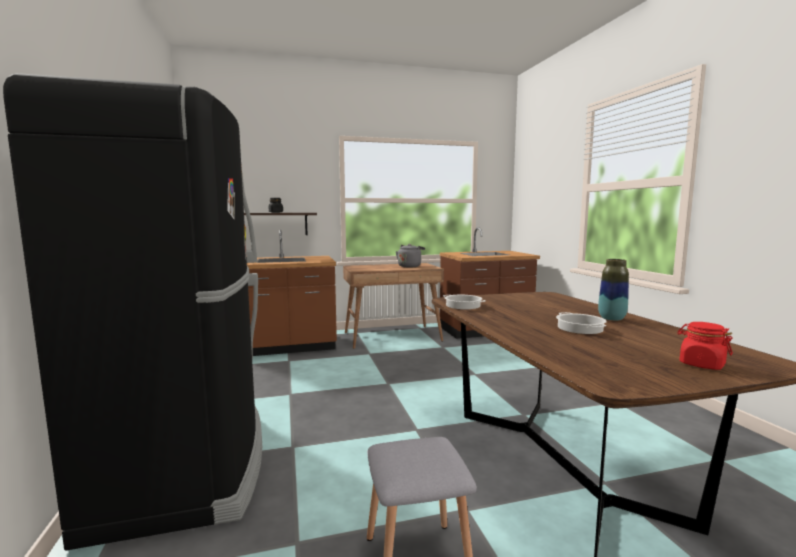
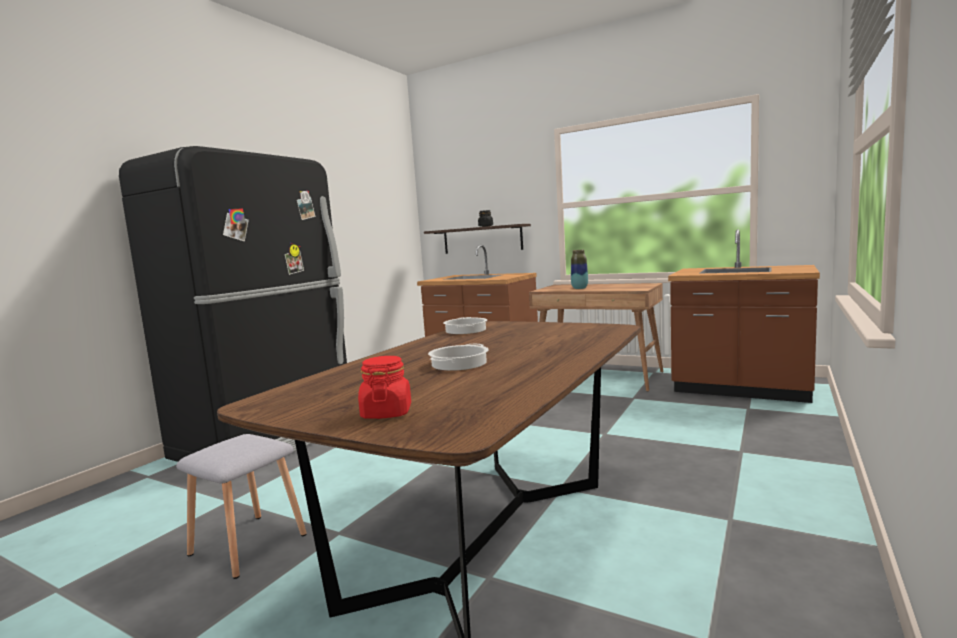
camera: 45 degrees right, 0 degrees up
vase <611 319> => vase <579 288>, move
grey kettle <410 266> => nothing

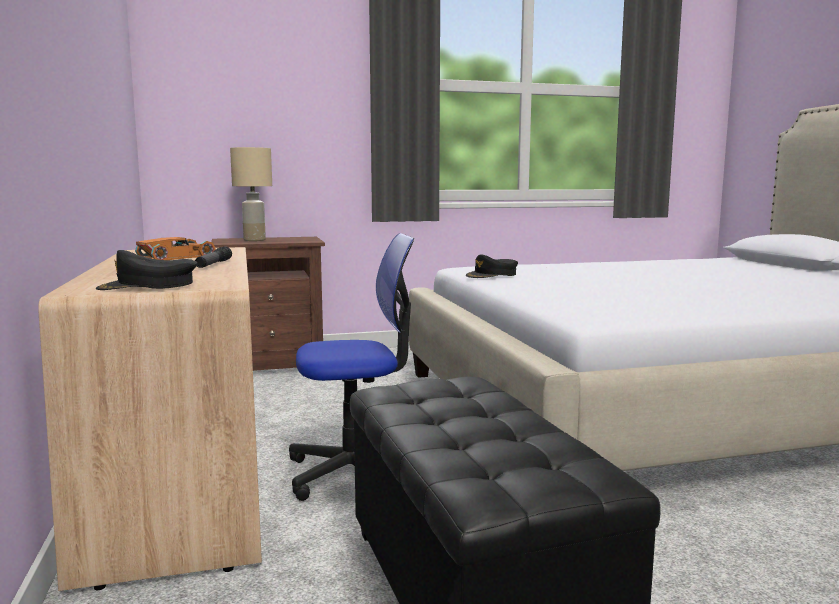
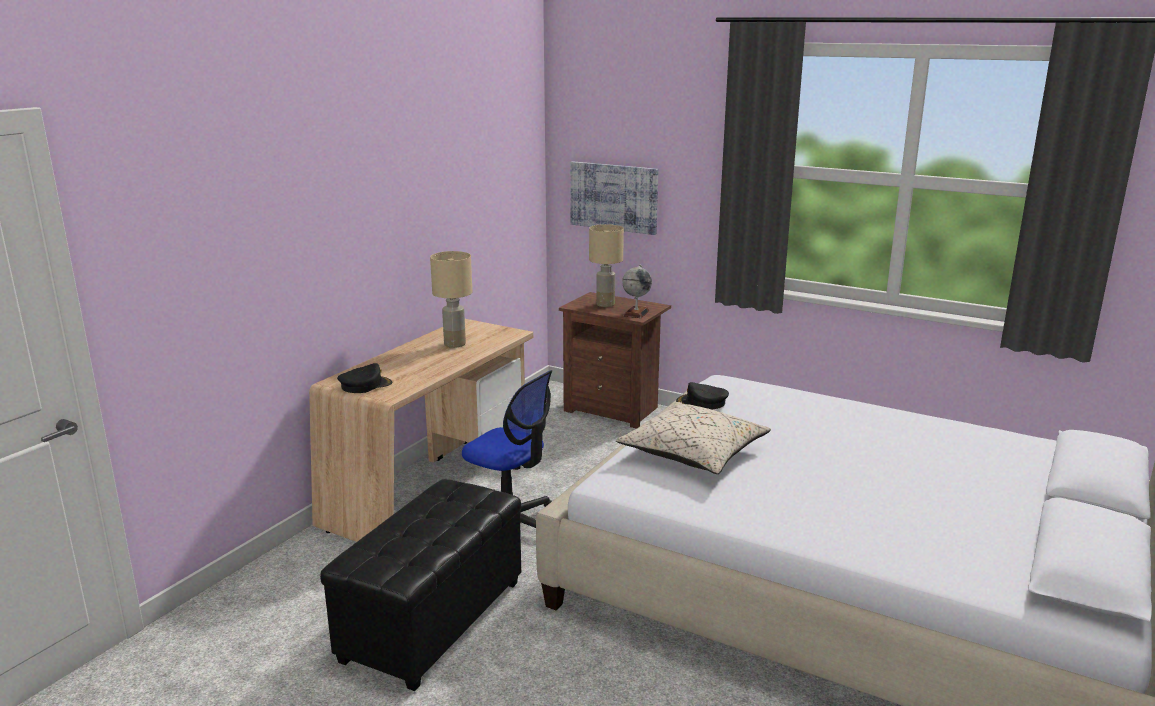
camera: 45 degrees right, 10 degrees up
black cap <148 286> => black cap <365 385>, 120 degrees clockwise
orange toy car <178 258> => beige table lamp <455 344>
nothing => picture <614 197>
nothing => beige pillow <694 453>
nothing => globe <636 313>
flashlight <213 264> => nothing

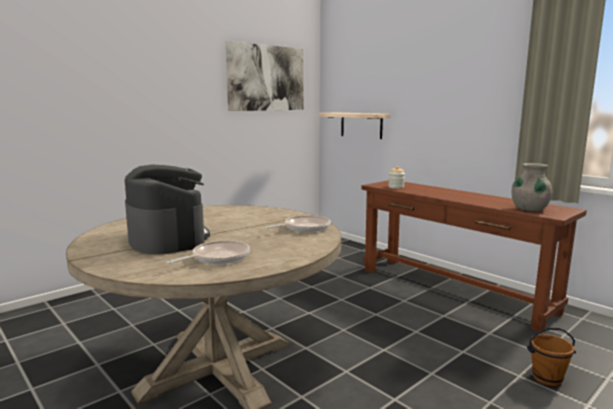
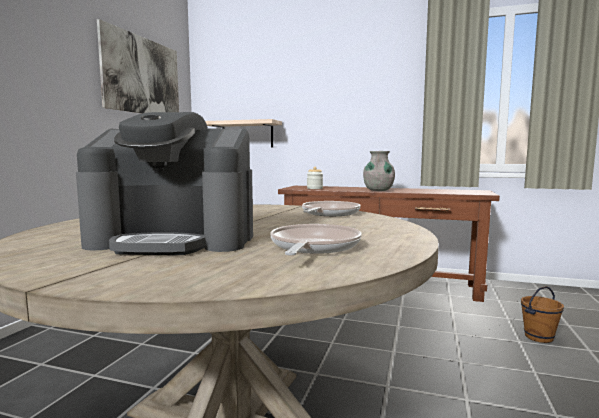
camera: 30 degrees left, 5 degrees down
coffee machine <168 239> => coffee machine <175 239>, 150 degrees clockwise
grey vase <529 209> => grey vase <378 190>, move

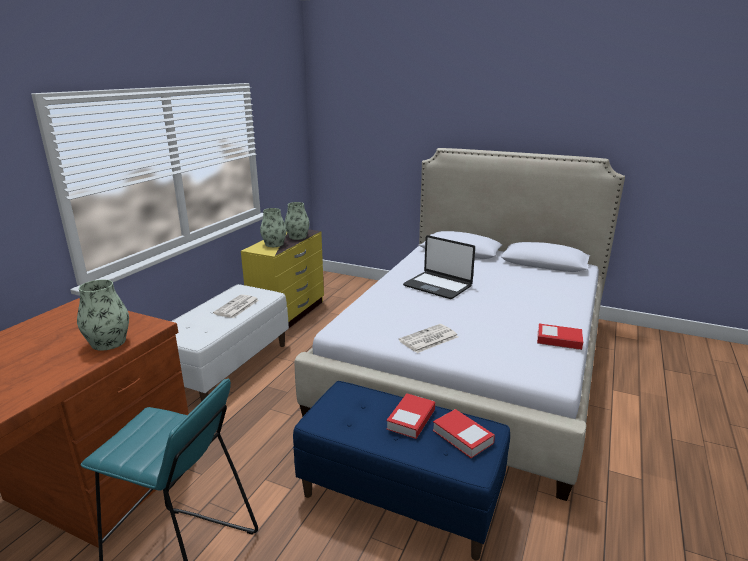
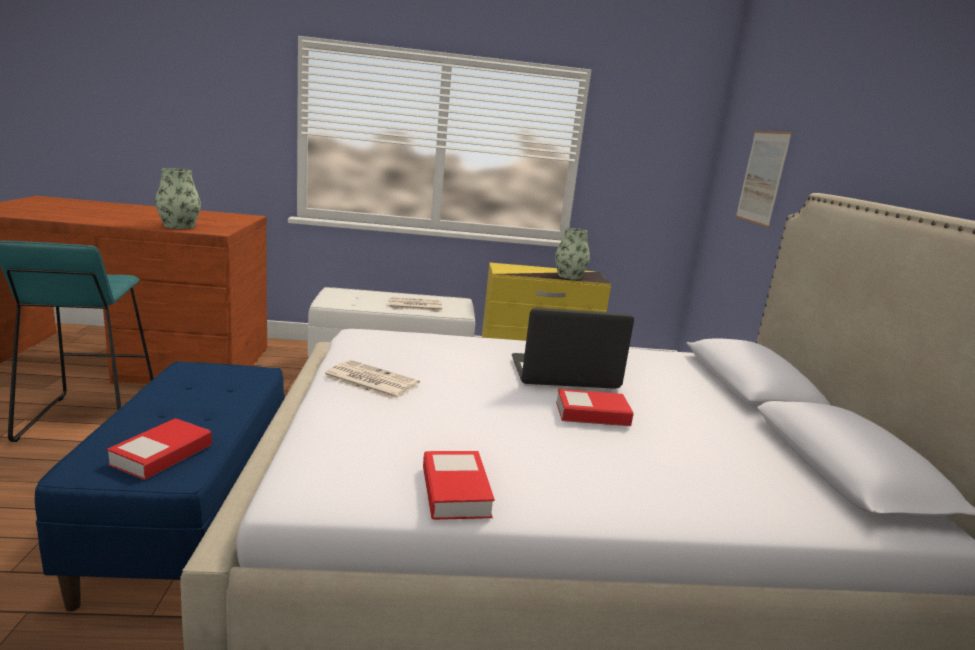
camera: 60 degrees right, 5 degrees down
laptop <438 286> => laptop <564 374>, 75 degrees clockwise
book <411 419> => book <592 414>, move
nothing => picture <762 177>
vase <274 244> => nothing

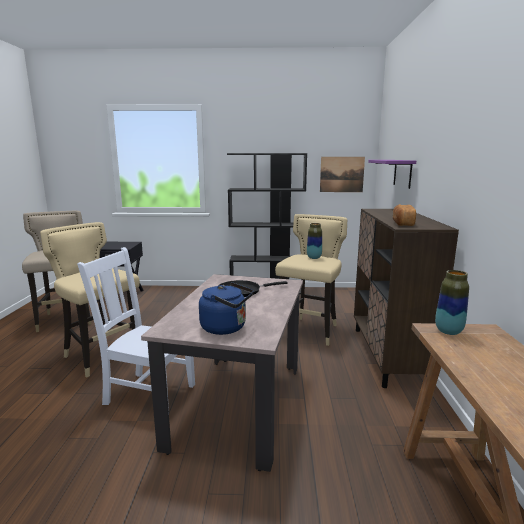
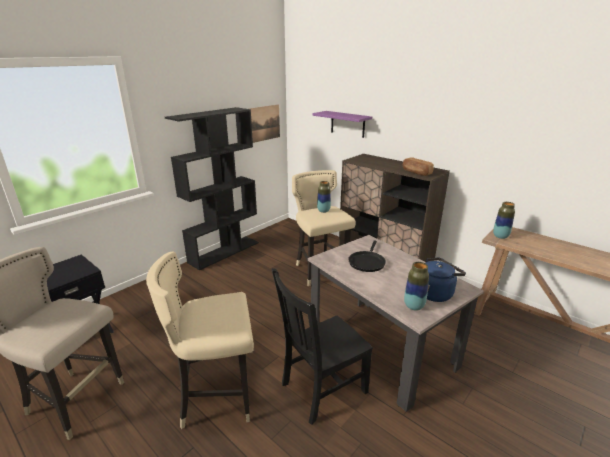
camera: 50 degrees left, 10 degrees up
white chair <147 393> => black chair <321 389>
nothing => vase <414 306>

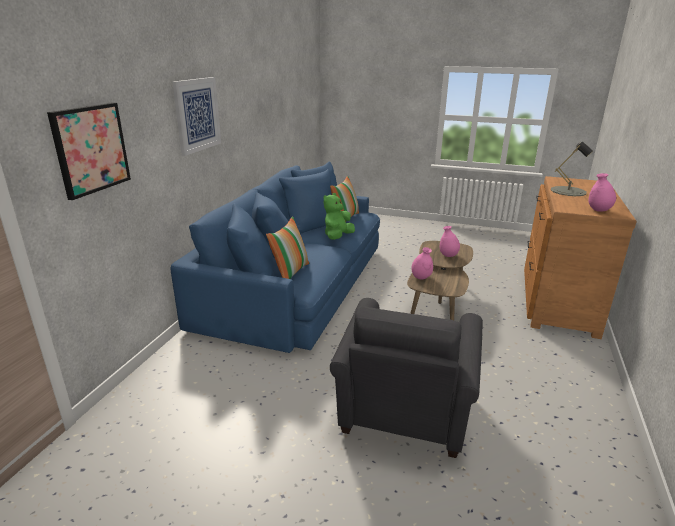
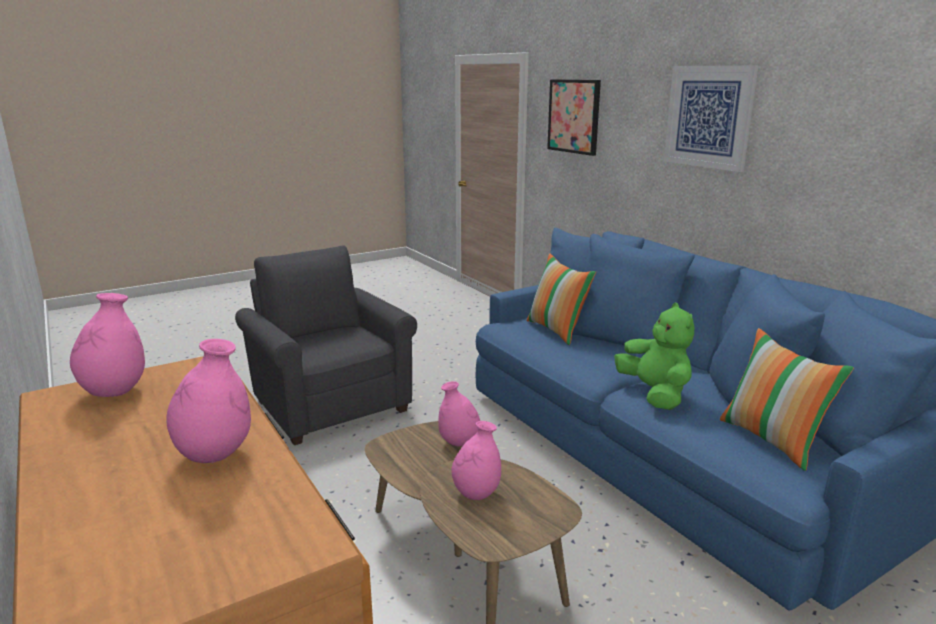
camera: 130 degrees right, 5 degrees down
grey table lamp <568 191> => pink vase <215 454>

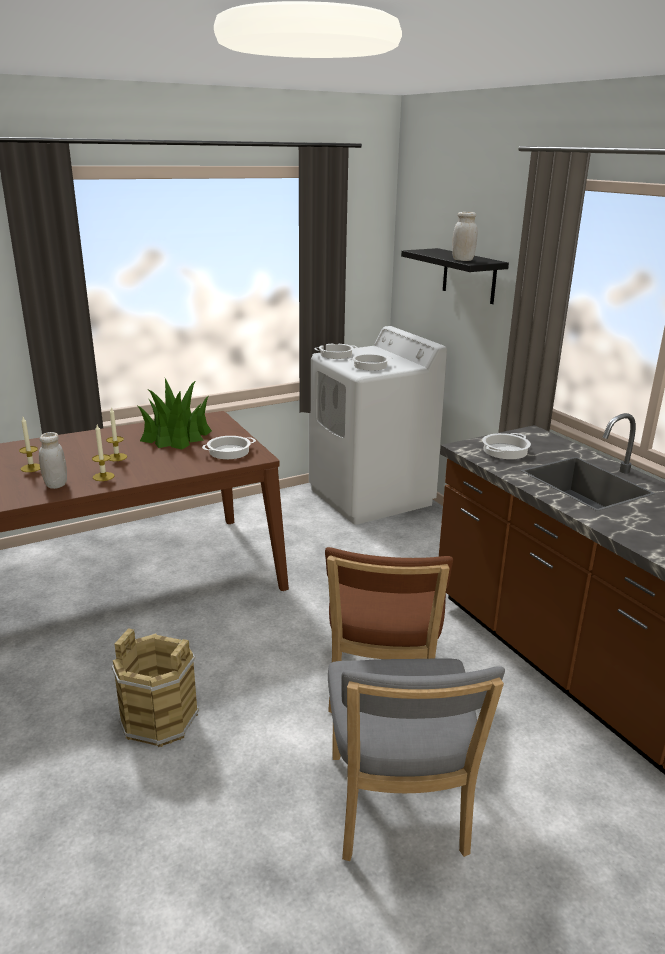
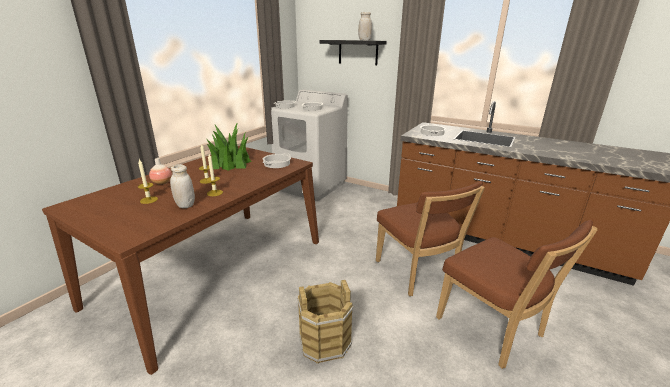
camera: 30 degrees left, 0 degrees up
nothing => vase <162 182>
grey chair <397 810> => brown chair <493 330>

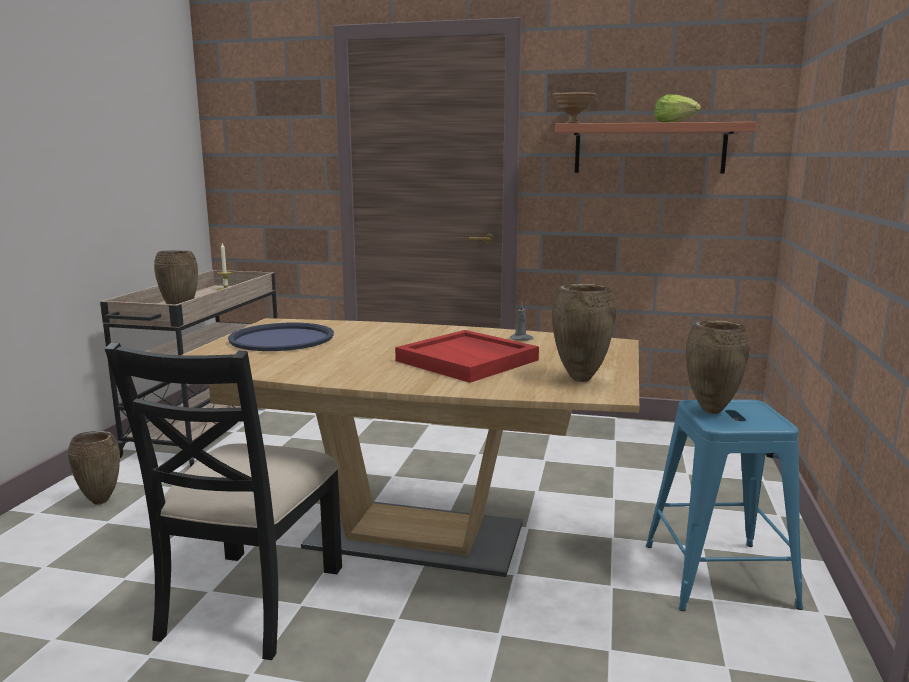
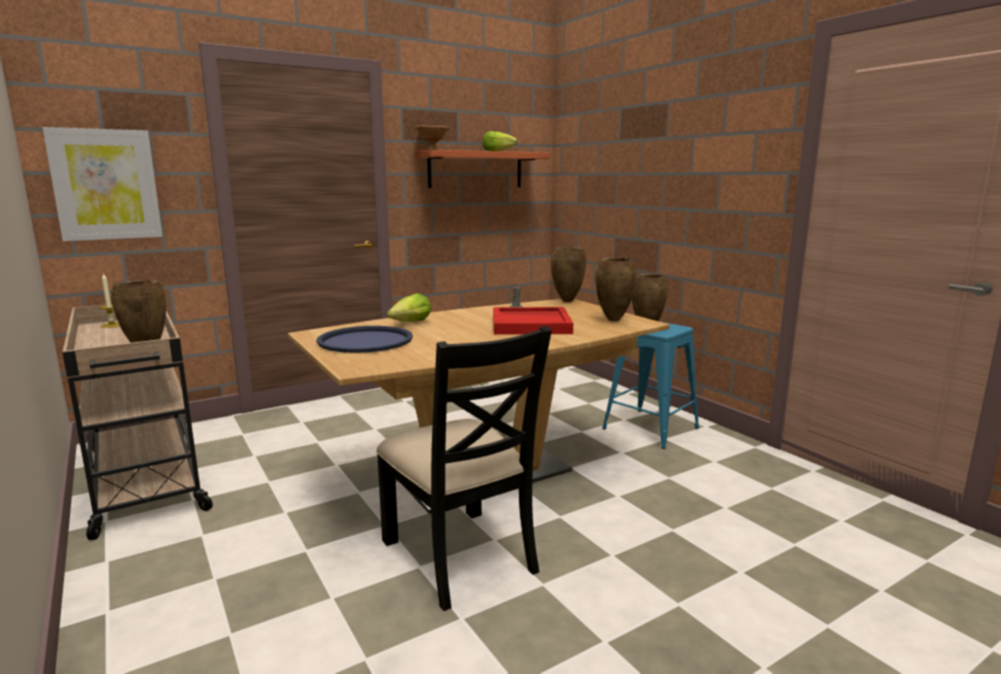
camera: 45 degrees left, 0 degrees up
nothing => picture <106 185>
nothing => lettuce <411 323>
brown vase <101 501> => brown vase <567 301>, move

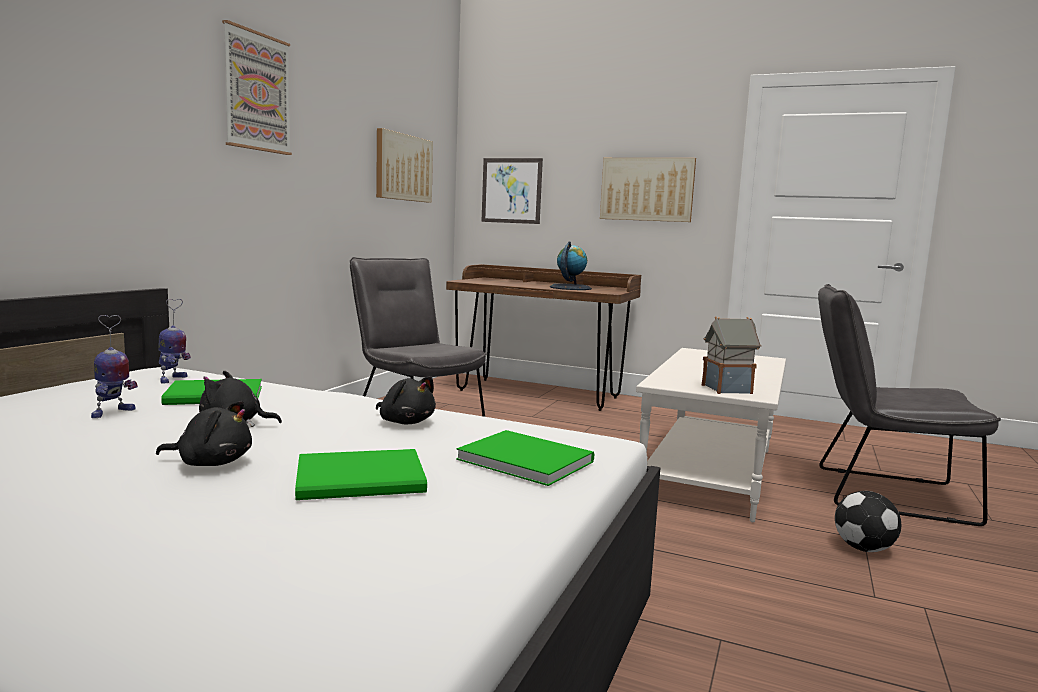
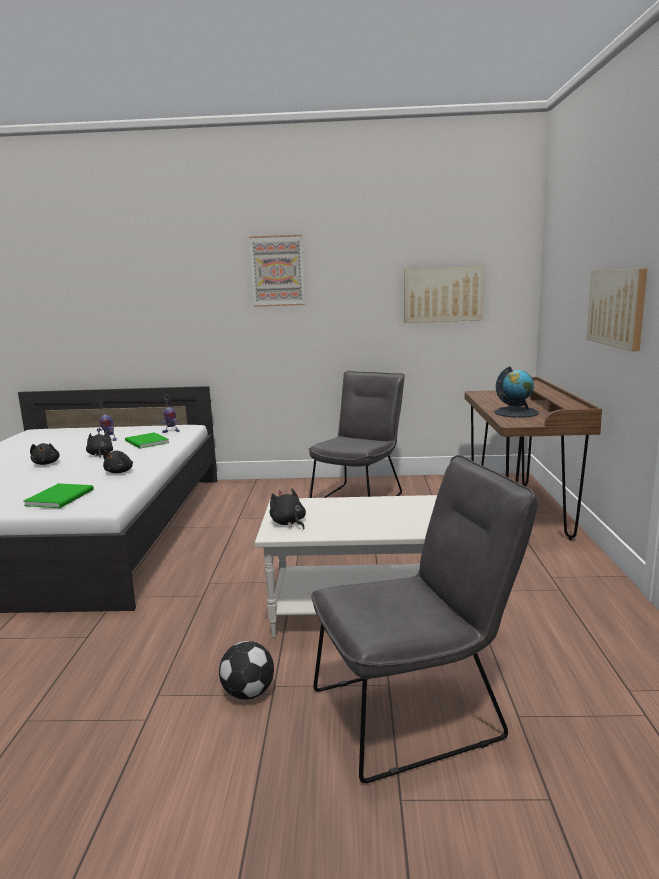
camera: 70 degrees right, 5 degrees up
toy house <727 389> => black plush toy <288 523>
grey chair <880 493> => grey chair <418 711>, 75 degrees clockwise
green book <364 479> => nothing
picture <511 190> => nothing

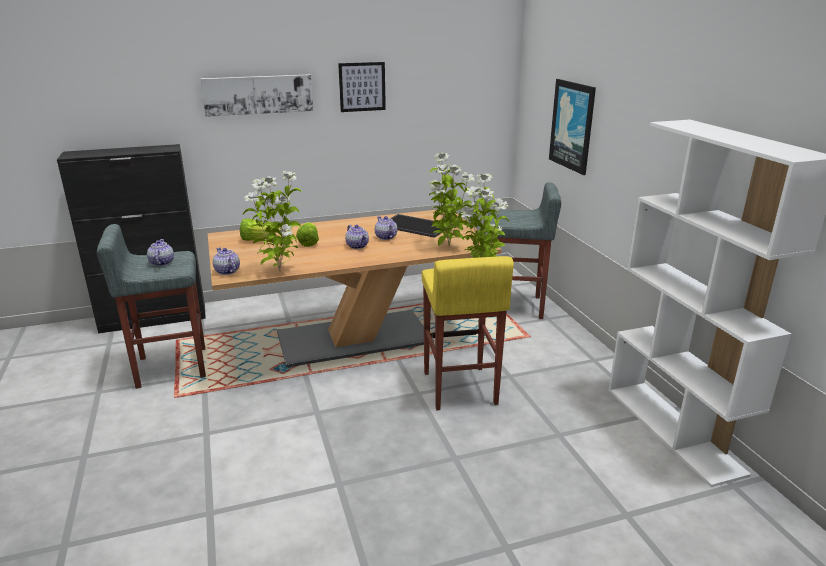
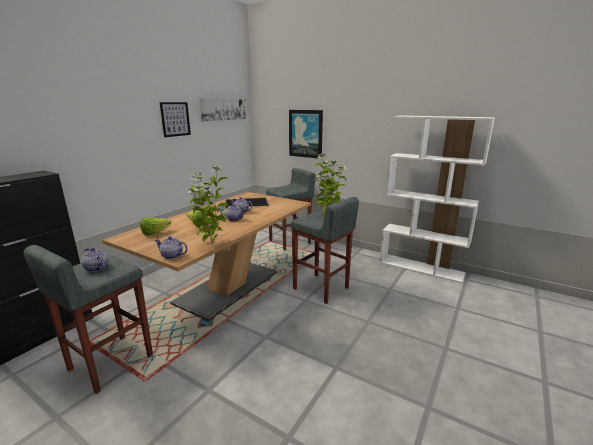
camera: 40 degrees left, 5 degrees down
picture <258 94> => picture <223 109>, move
yellow stool <459 388> => grey stool <321 289>
potted plant <448 247> => nothing

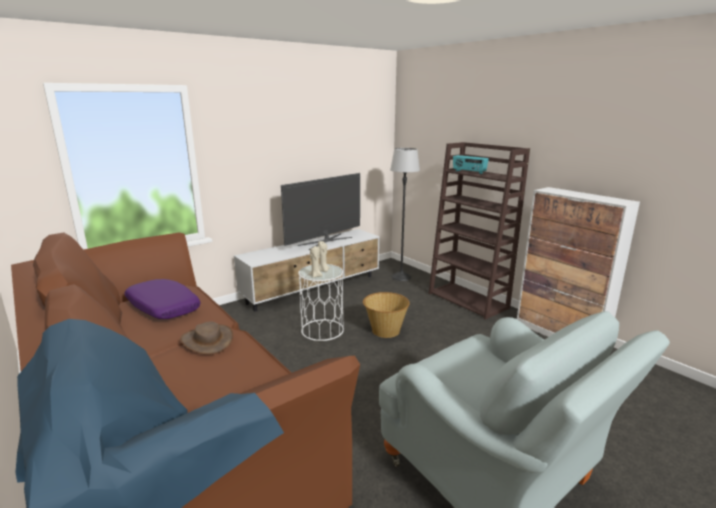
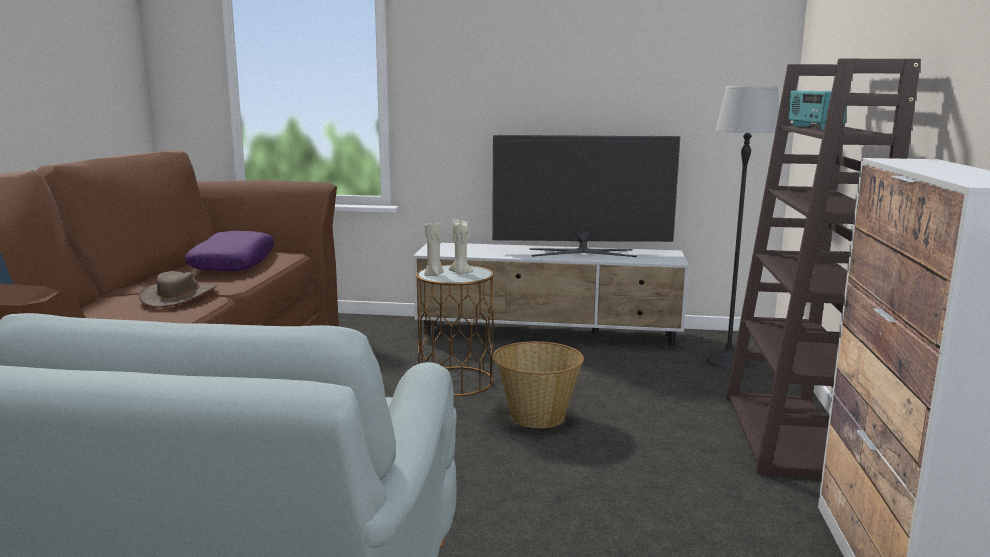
camera: 45 degrees right, 5 degrees down
white side table <322 330> => brown side table <456 381>

